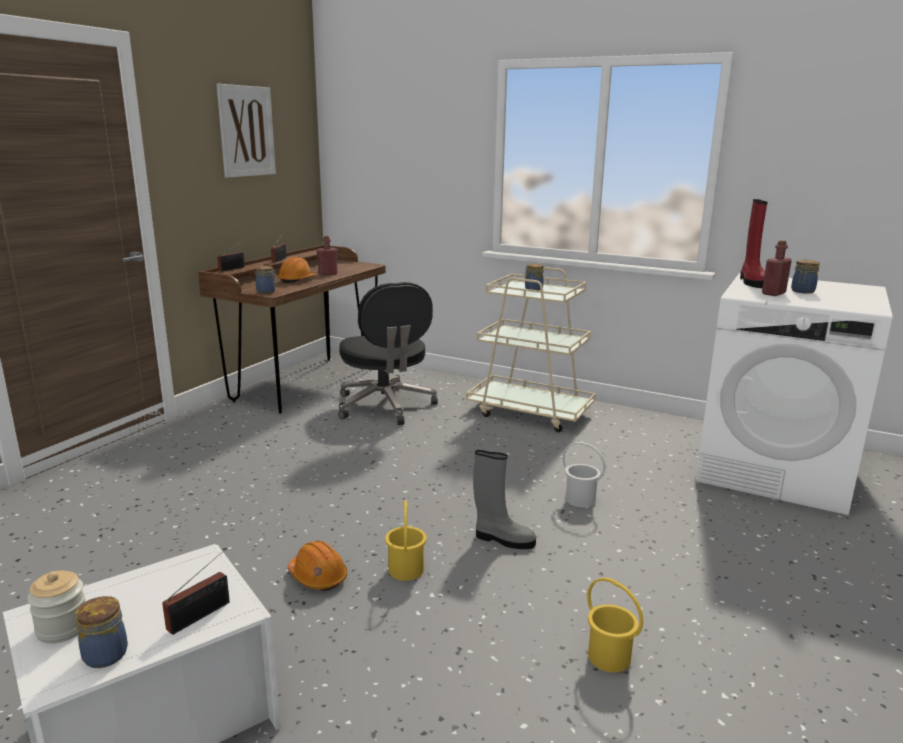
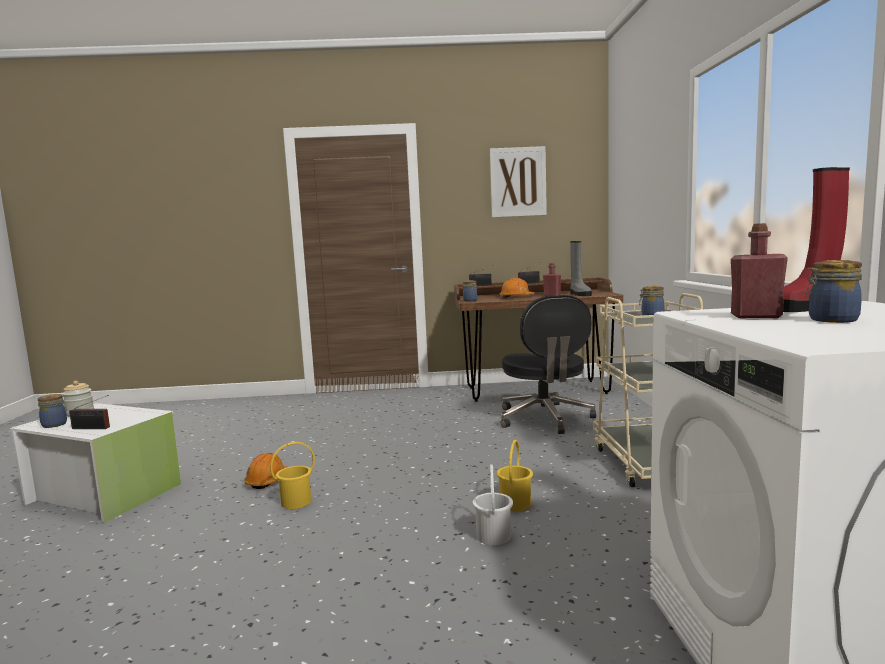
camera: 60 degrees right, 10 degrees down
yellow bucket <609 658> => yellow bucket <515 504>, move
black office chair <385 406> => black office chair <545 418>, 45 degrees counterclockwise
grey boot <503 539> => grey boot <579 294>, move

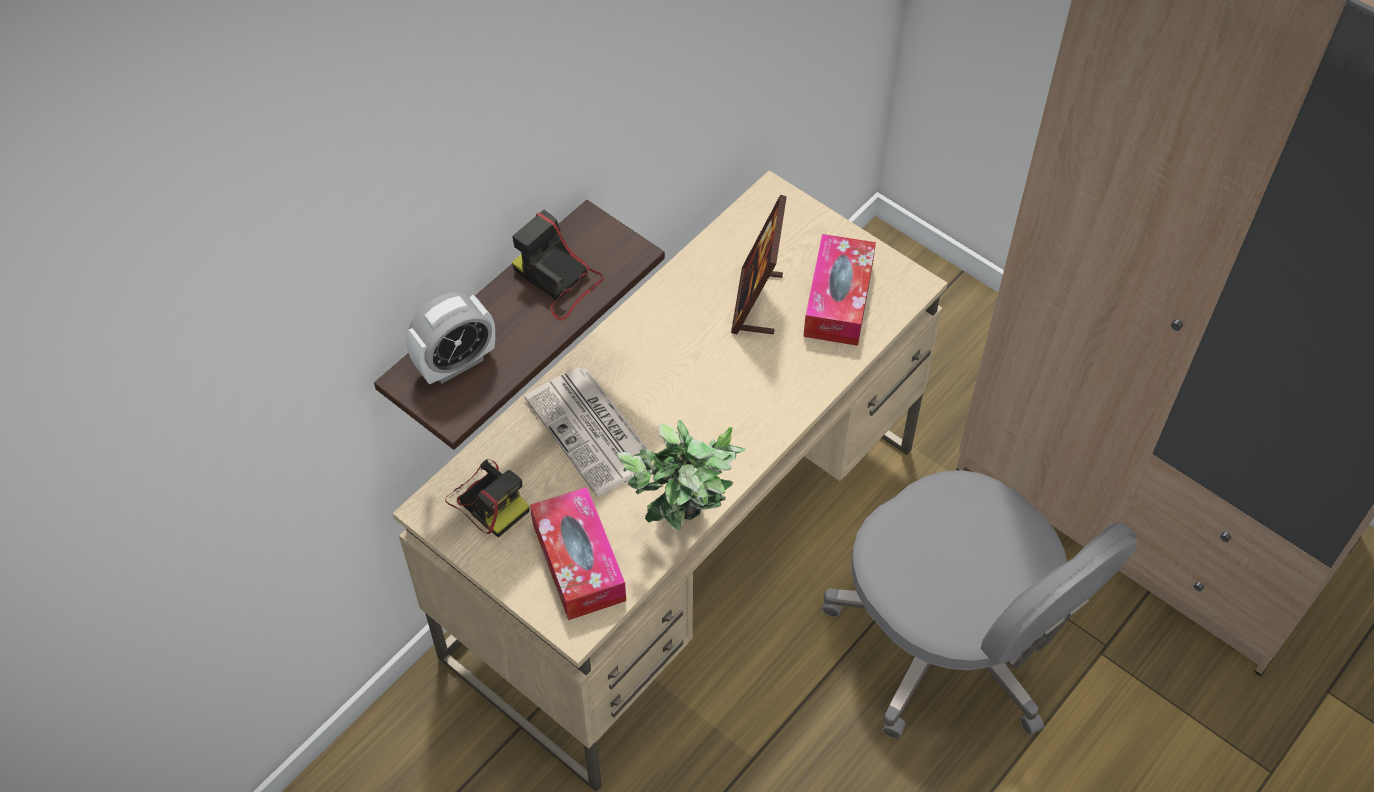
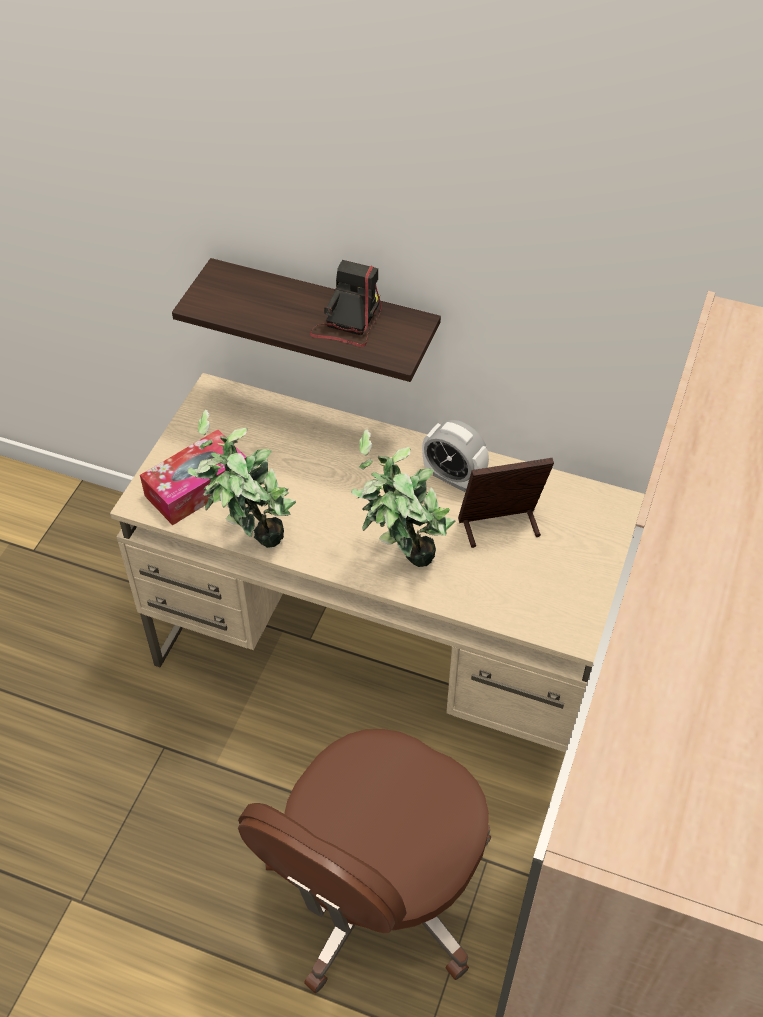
camera: 70 degrees right, 5 degrees down
grey office chair <951 642> => brown office chair <377 891>
nothing => potted plant <401 561>
alarm clock <456 363> => alarm clock <453 477>, move
photo camera <488 500> => nothing
newspaper <593 432> => nothing
tissue box <838 300> => nothing

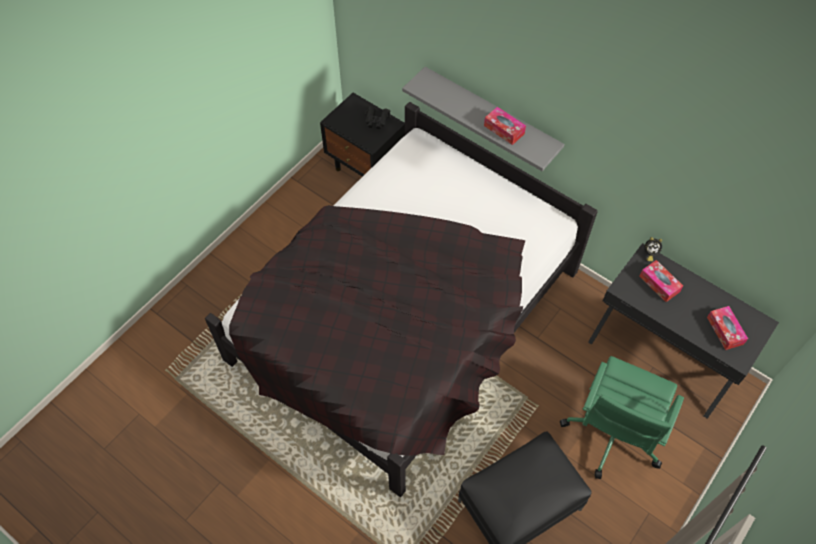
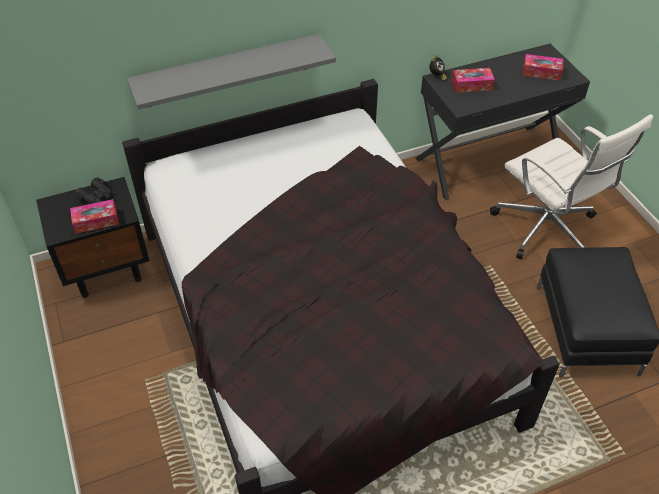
camera: 60 degrees left, 10 degrees down
tissue box <504 130> => tissue box <96 221>, move
green office chair <612 434> => white office chair <547 229>

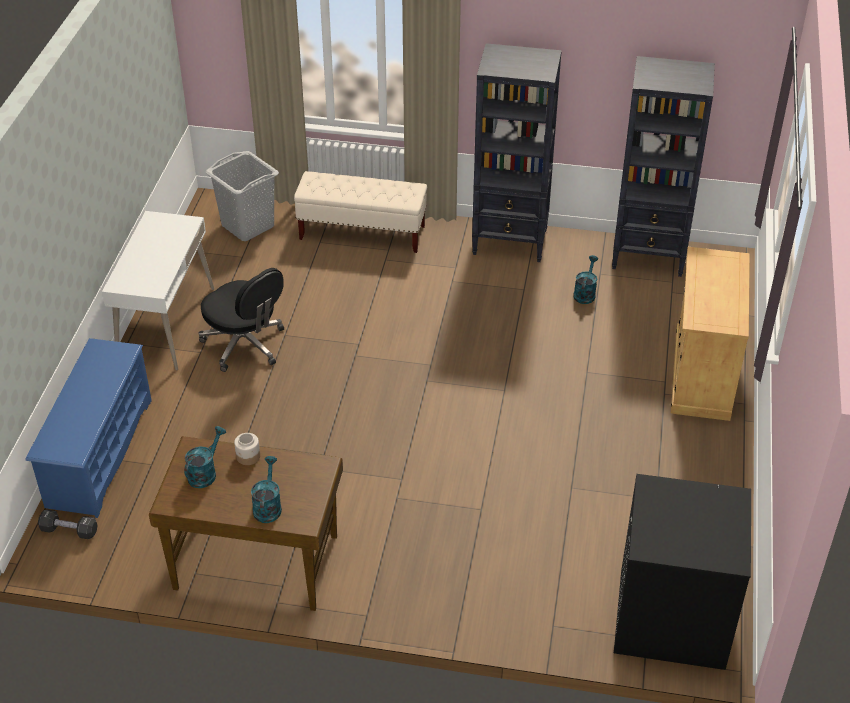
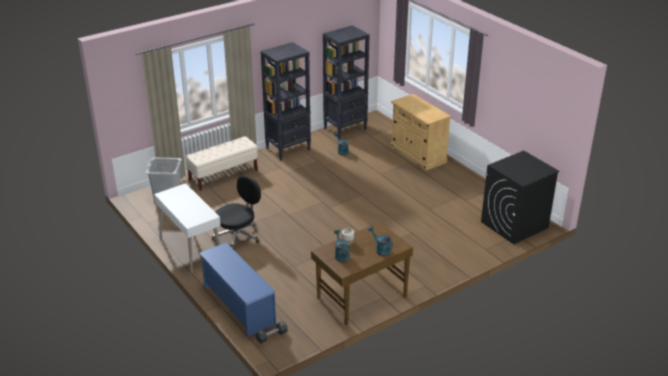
camera: 45 degrees left, 10 degrees down
black office chair <245 345> => black office chair <238 236>, 45 degrees counterclockwise

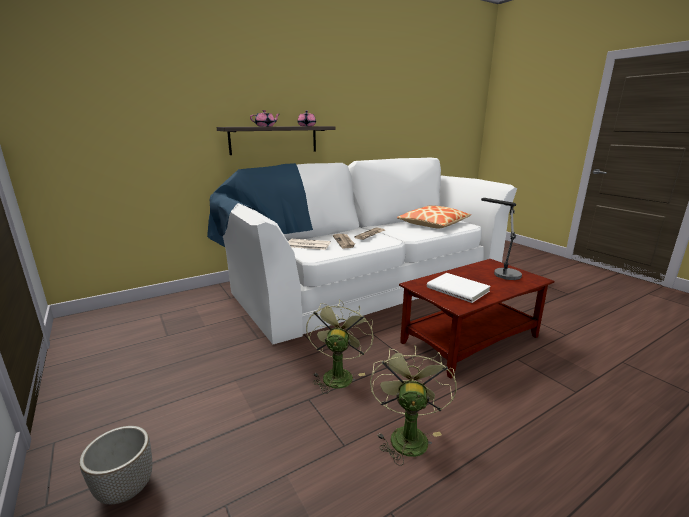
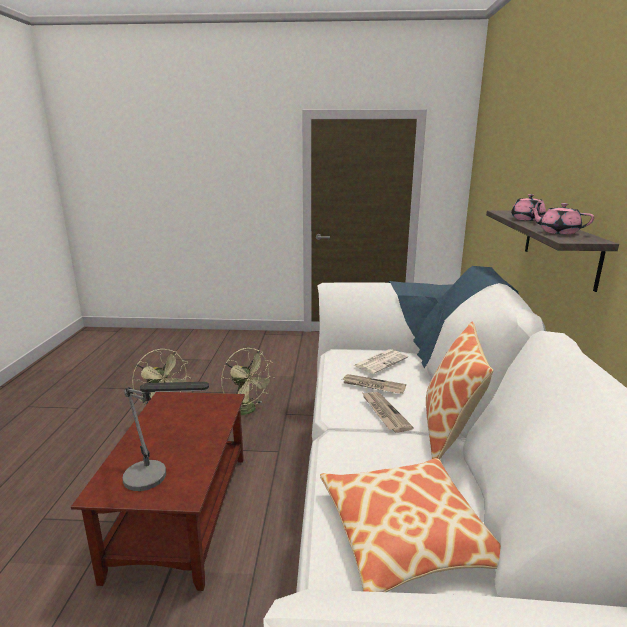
camera: 125 degrees right, 0 degrees up
nothing => pillow <449 431>
planter <127 489> => nothing
white book <458 289> => nothing

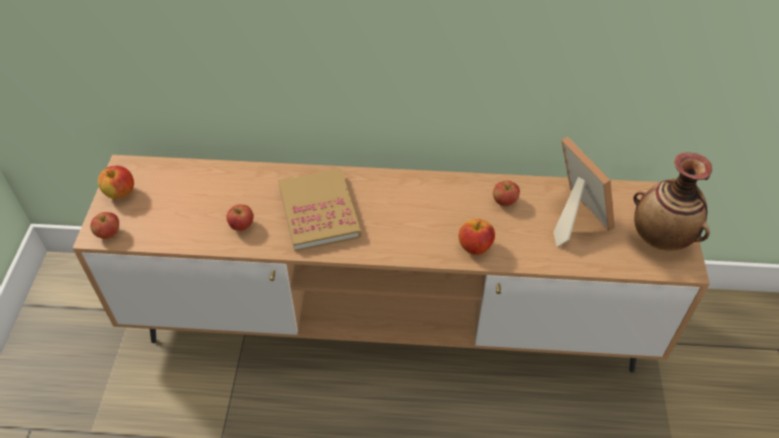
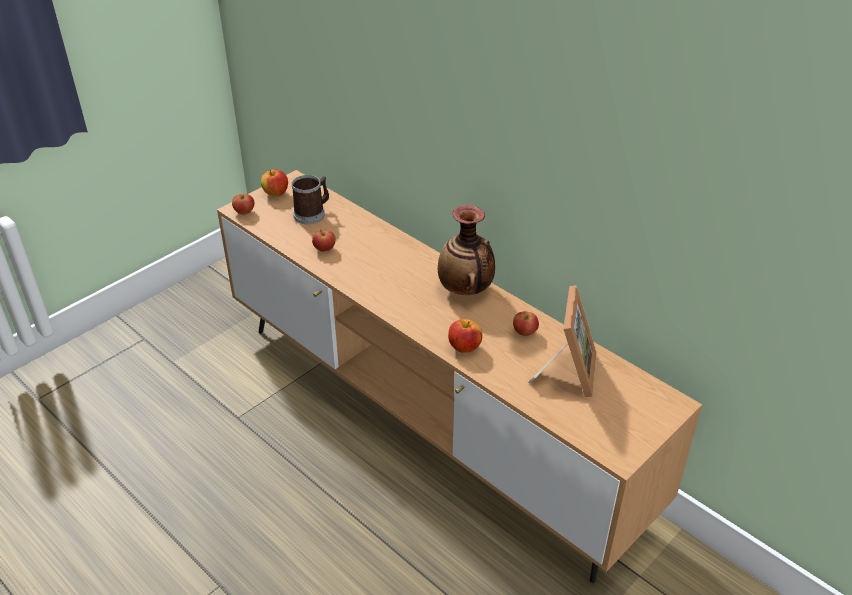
camera: 40 degrees right, 10 degrees down
nothing => mug <312 213>
vase <661 237> => vase <466 290>, move
book <319 211> => nothing

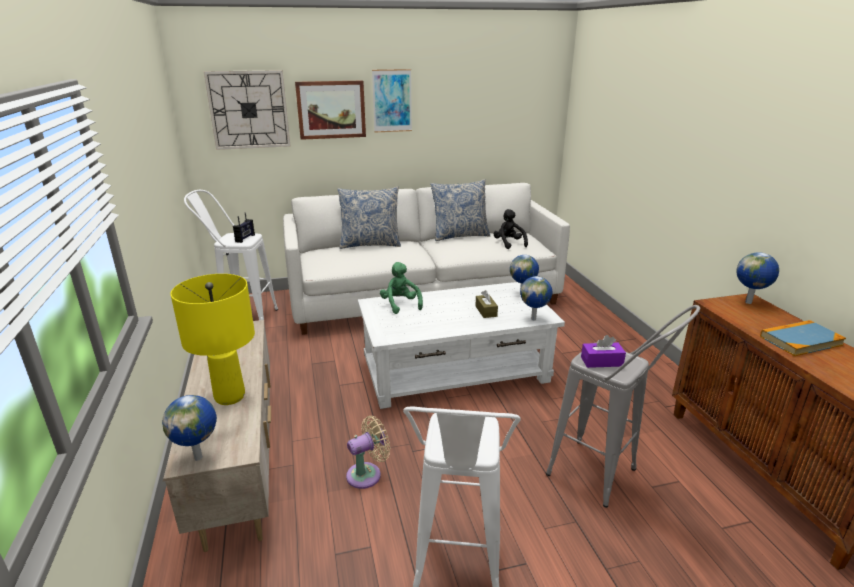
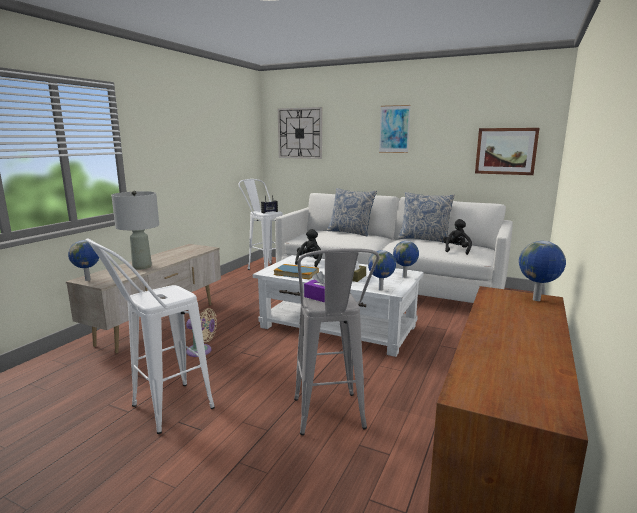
camera: 40 degrees right, 10 degrees down
yellow table lamp <229 397> => grey table lamp <141 267>
book <800 340> => book <296 273>, move
green plush toy <400 305> => black plush toy <309 262>
picture <331 109> => picture <506 151>, move

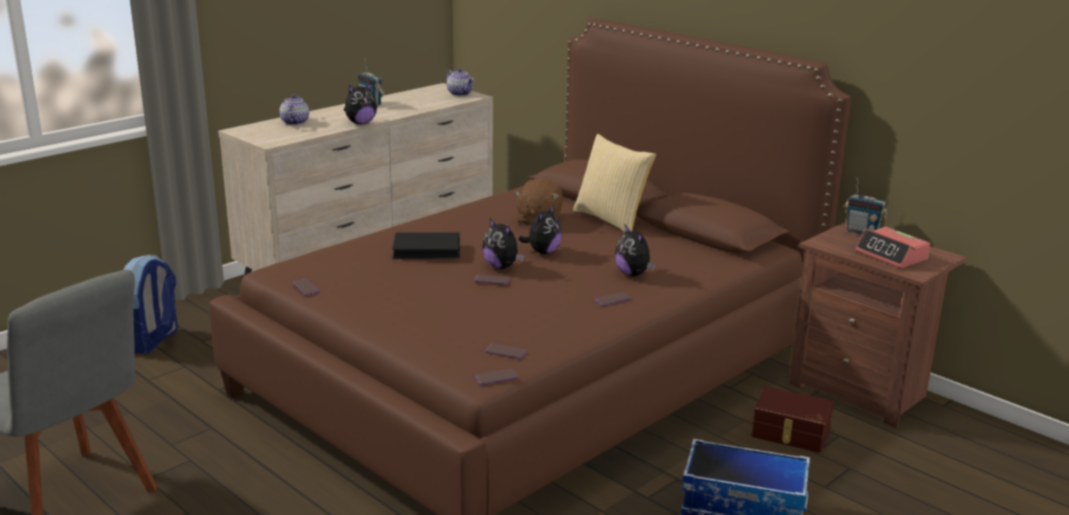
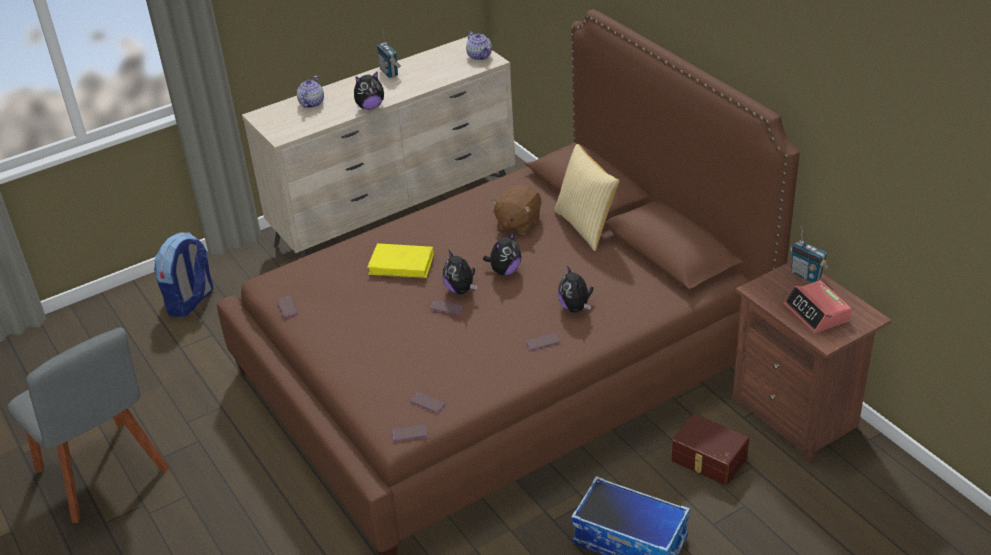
camera: 15 degrees right, 15 degrees up
black book <427 250> => yellow book <402 264>

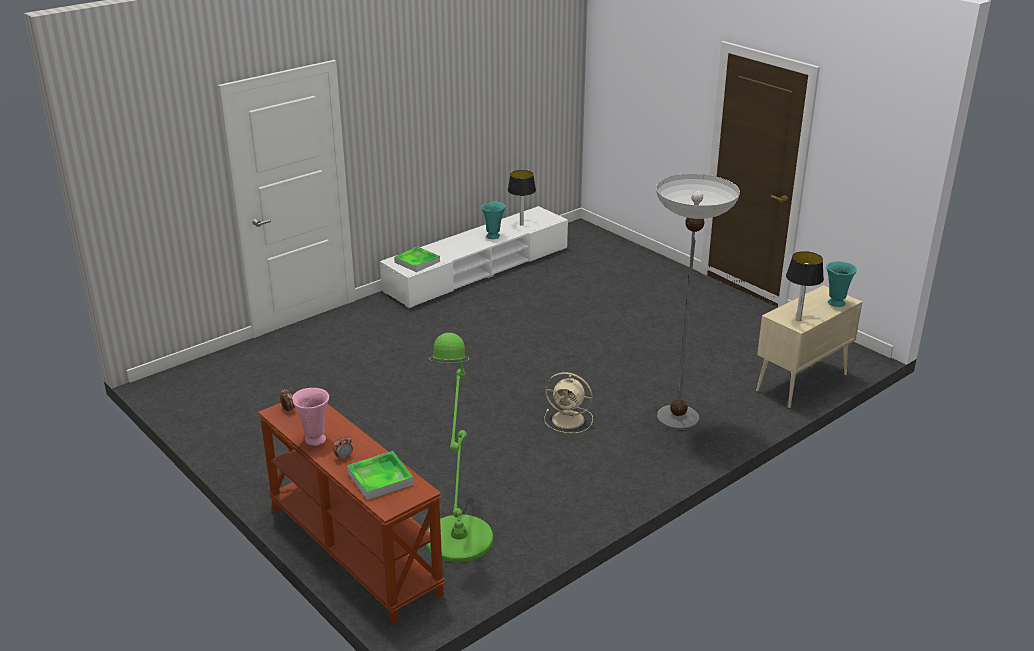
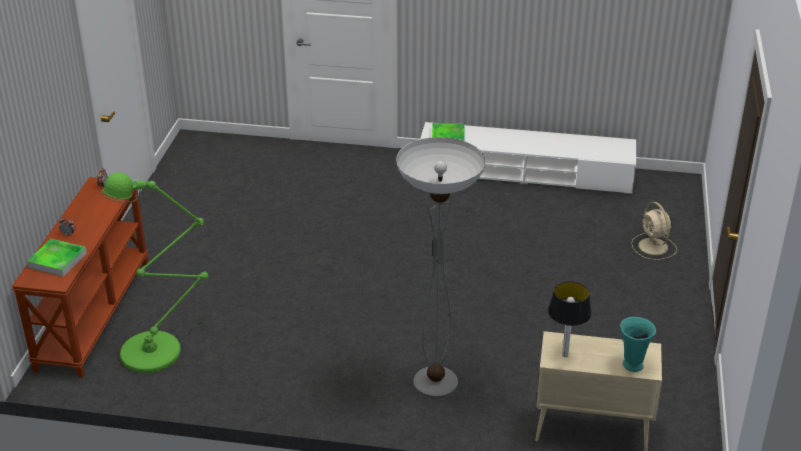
camera: 50 degrees right, 5 degrees up
beige fan <569 420> => beige fan <653 247>, move
pink vase <314 439> => nothing
turquoise vase <493 236> => nothing
table lamp <521 224> => nothing

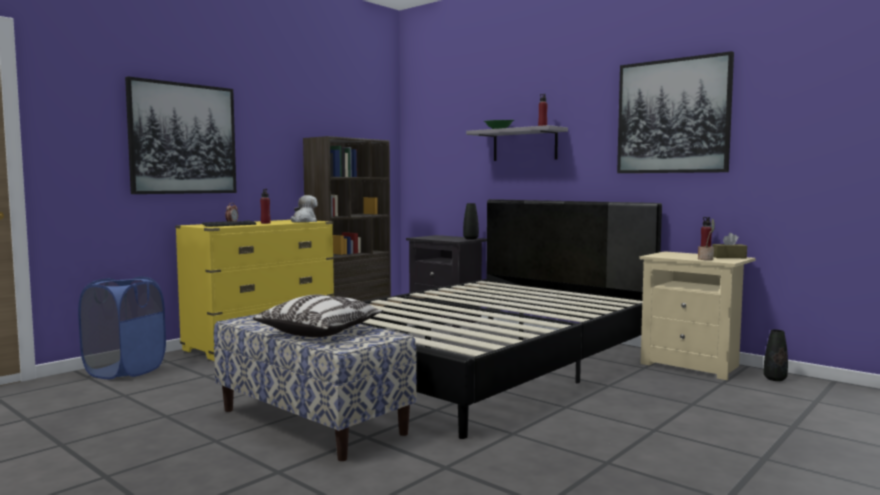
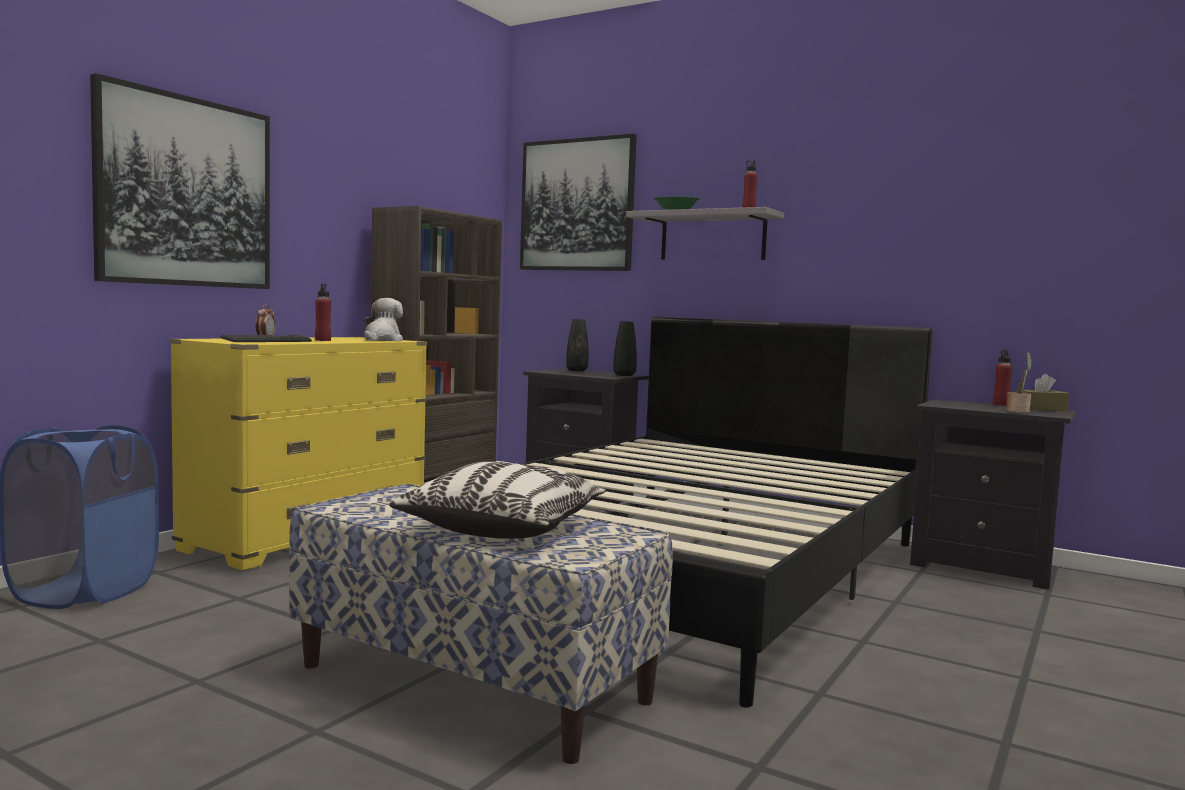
camera: 10 degrees left, 0 degrees up
picture <673 116> => picture <577 205>, move
black vase <775 379> => black vase <577 370>, move
beige nightstand <693 365> => black nightstand <984 566>

